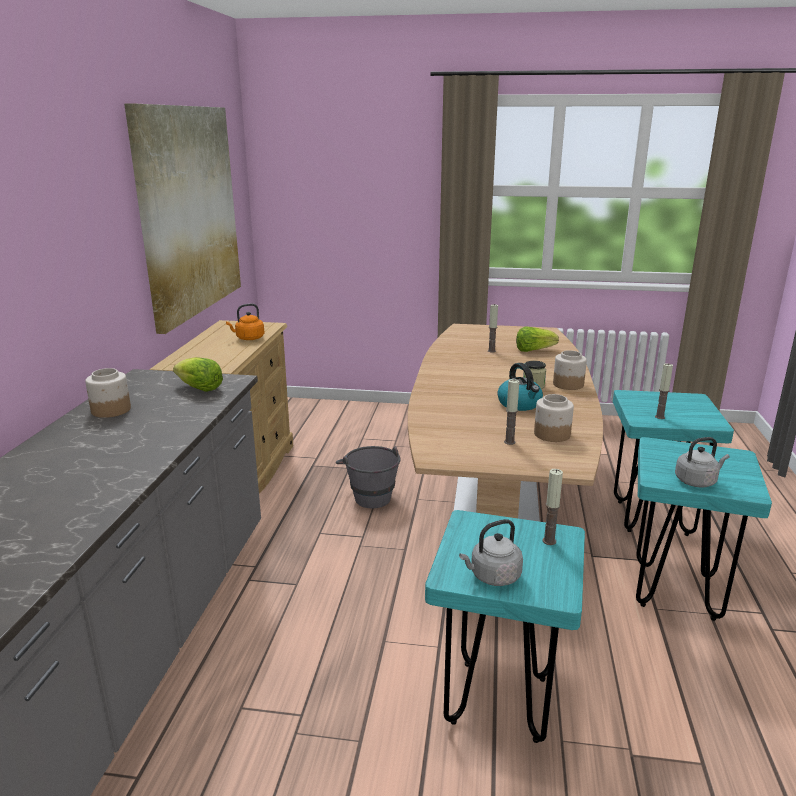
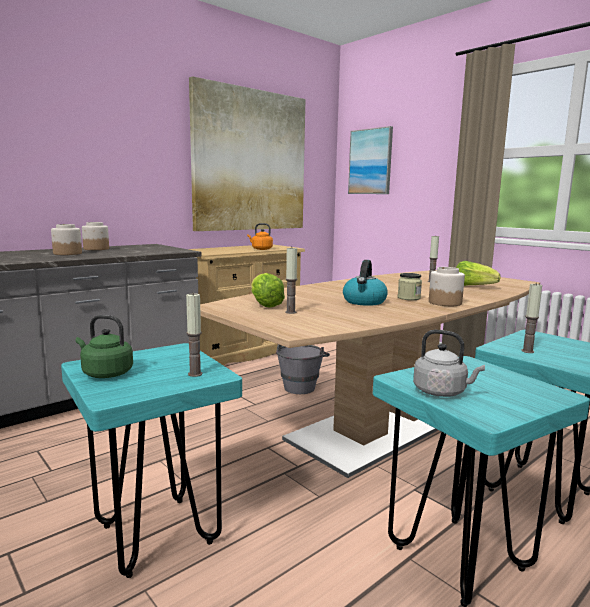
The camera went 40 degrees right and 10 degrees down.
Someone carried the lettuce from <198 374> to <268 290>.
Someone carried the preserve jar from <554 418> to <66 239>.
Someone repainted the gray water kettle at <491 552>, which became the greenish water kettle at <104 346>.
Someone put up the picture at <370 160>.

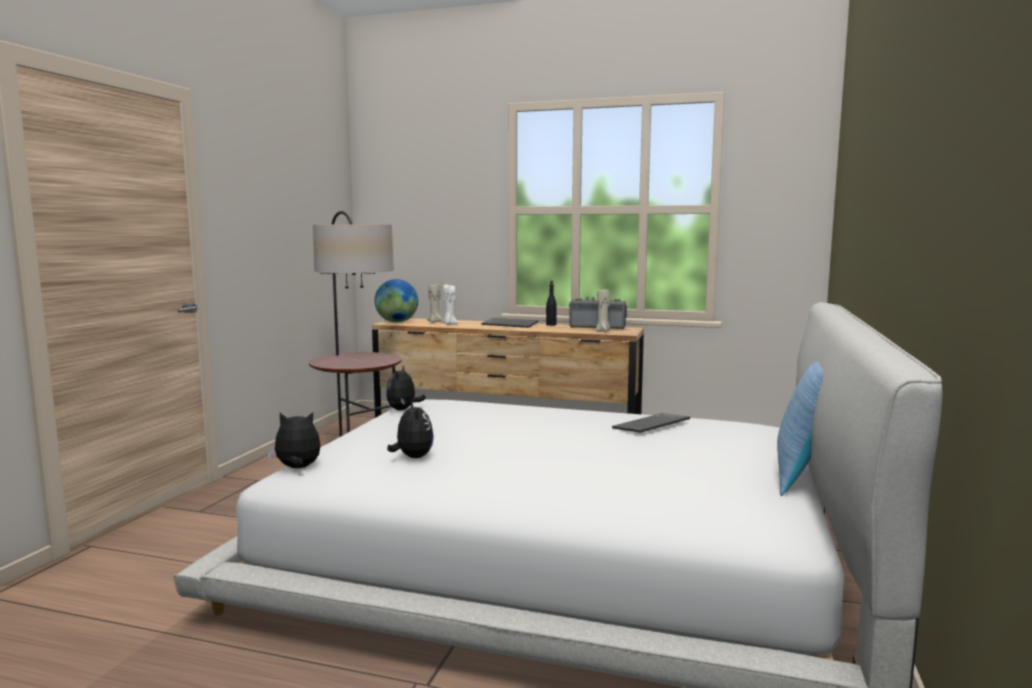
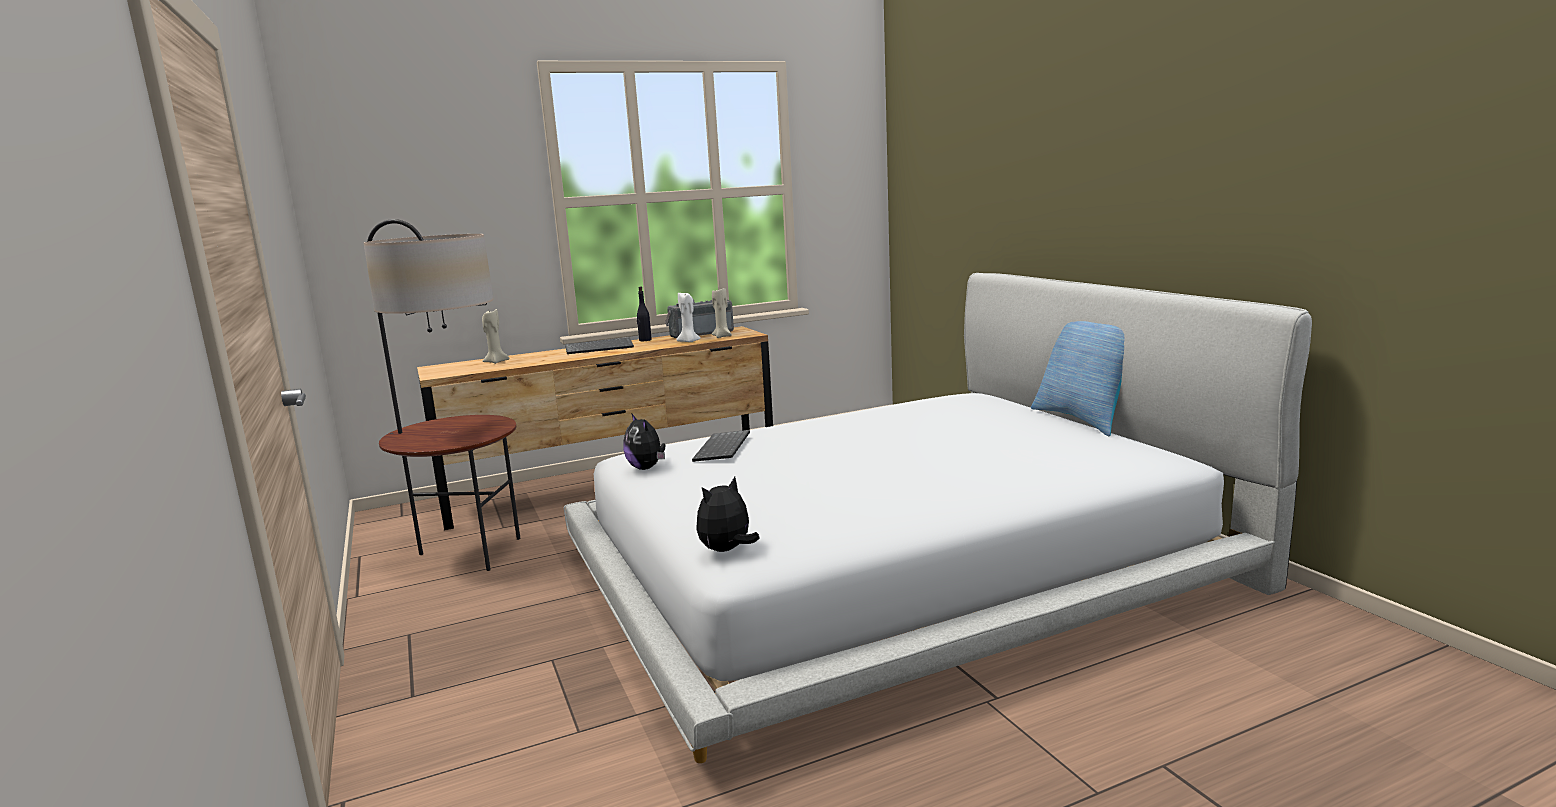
The camera went 40 degrees left and 5 degrees up.
Someone took away the world globe at <396 300>.
Someone carried the whitish wax candle from <450 304> to <688 317>.
Someone took away the plush toy at <410 429>.
Someone carried the keyboard from <651 423> to <721 446>.

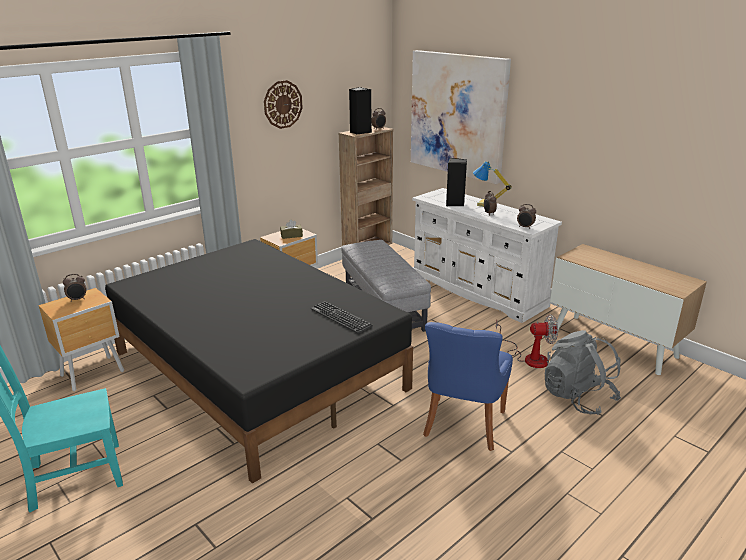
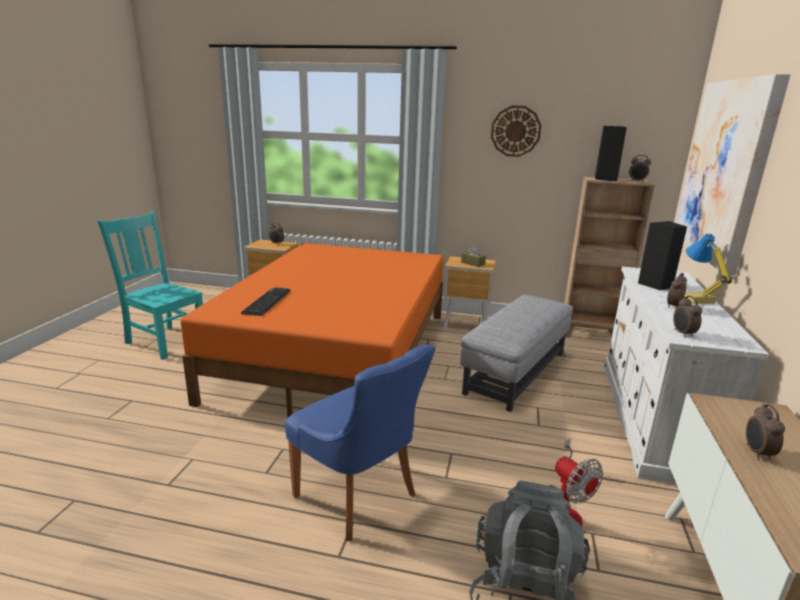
The camera went 55 degrees right and 5 degrees down.
Someone repainted the blackish sleeping bed at <259 361>, which became the orangey sleeping bed at <311 330>.
Someone carried the keyboard from <342 317> to <266 301>.
Someone rotated the blue-coloured upright chair at <468 386> by 120 degrees counterclockwise.
Someone put down the alarm clock at <765 432>.

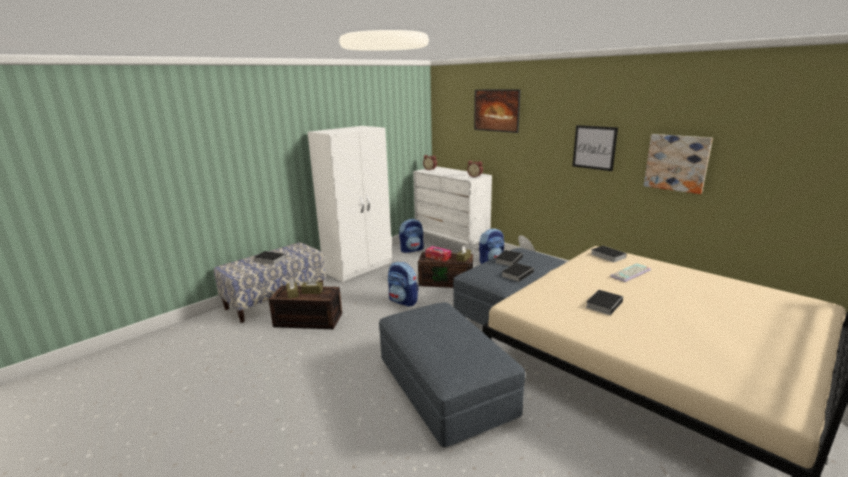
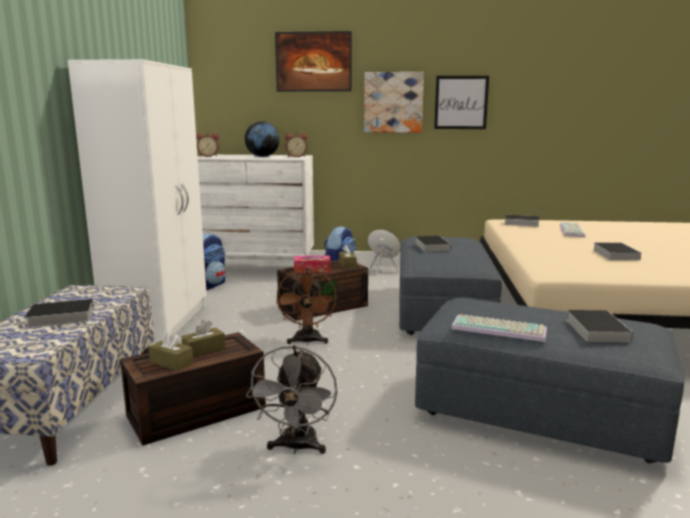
The camera went 40 degrees left and 5 degrees down.
Someone carried the picture from <678 164> to <394 102>.
Someone swapped the rucksack at <403 284> for the brownish electric fan at <306 306>.
Someone carried the bound book from <518 272> to <600 326>.
Someone put down the world globe at <262 139>.
Someone put down the keyboard at <499 328>.
Someone put down the gray electric fan at <291 399>.

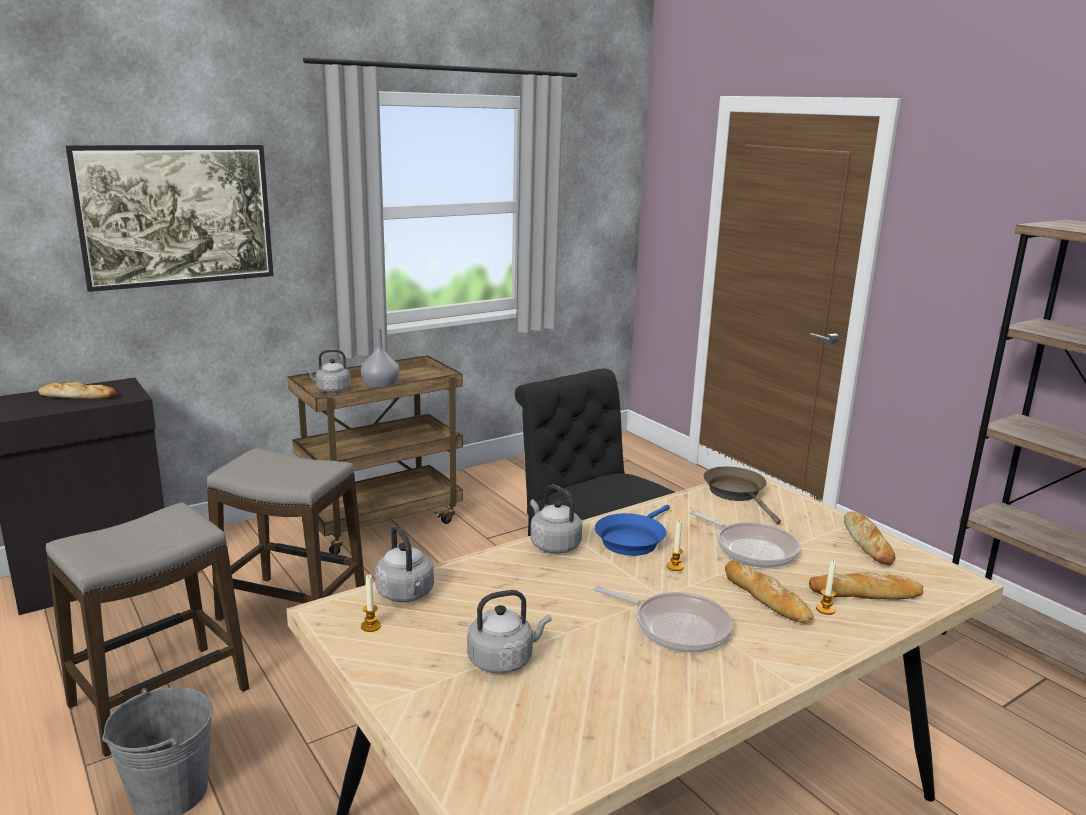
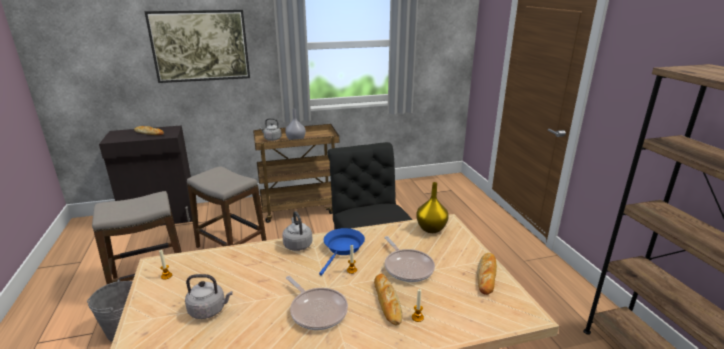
The camera went 20 degrees right and 5 degrees up.
Someone swapped the brownish skillet at <742 495> for the yellow-coloured decorative vase at <432 207>.
Someone rotated the blue-coloured skillet at <632 530> by 150 degrees clockwise.
Someone took away the gray water kettle at <404 563>.
Someone took away the bakery bread at <866 586>.

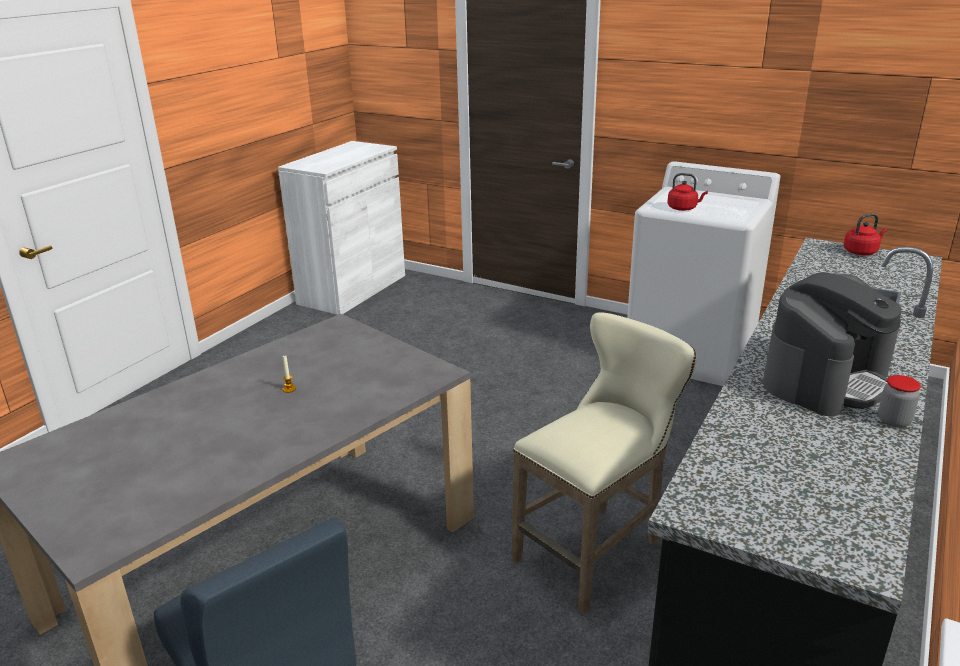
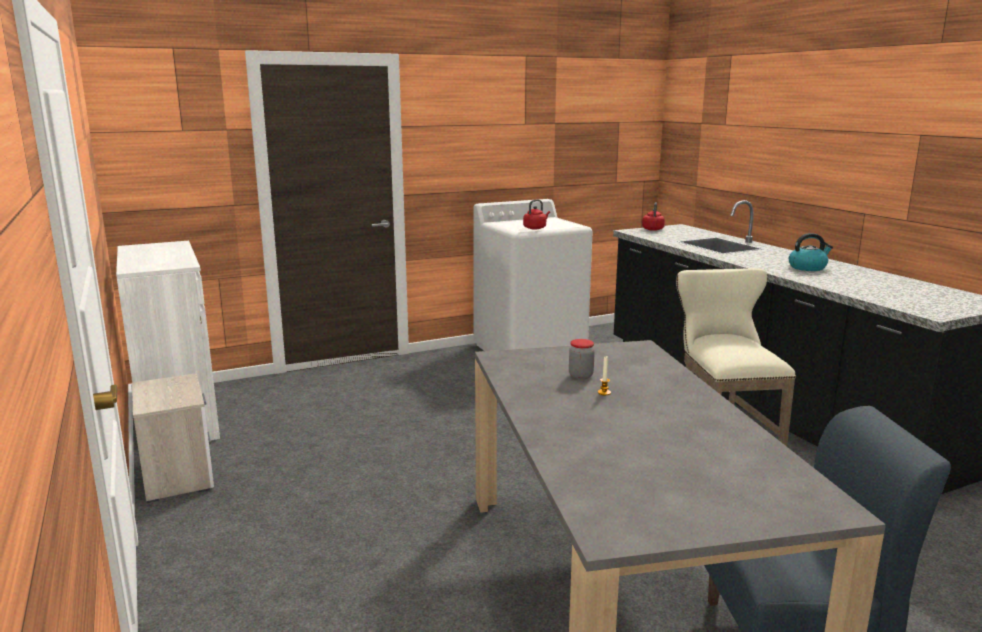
The camera went 55 degrees left and 10 degrees down.
Someone swapped the coffee brewer at <832 344> for the water kettle at <811 252>.
Someone carried the preserve jar from <899 401> to <582 359>.
Someone put down the nightstand at <173 438>.

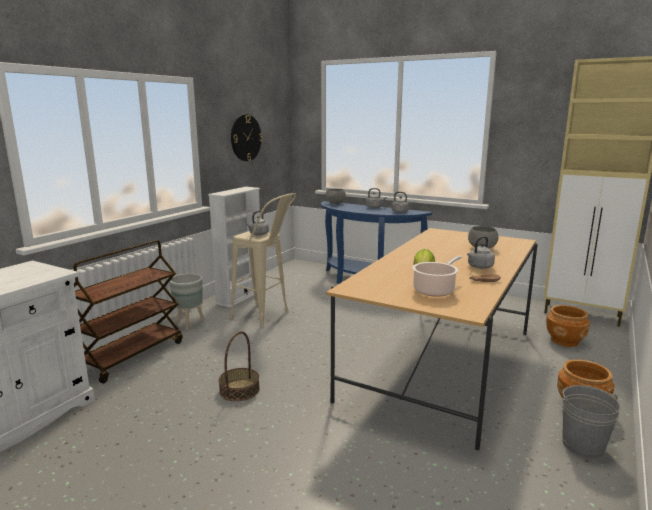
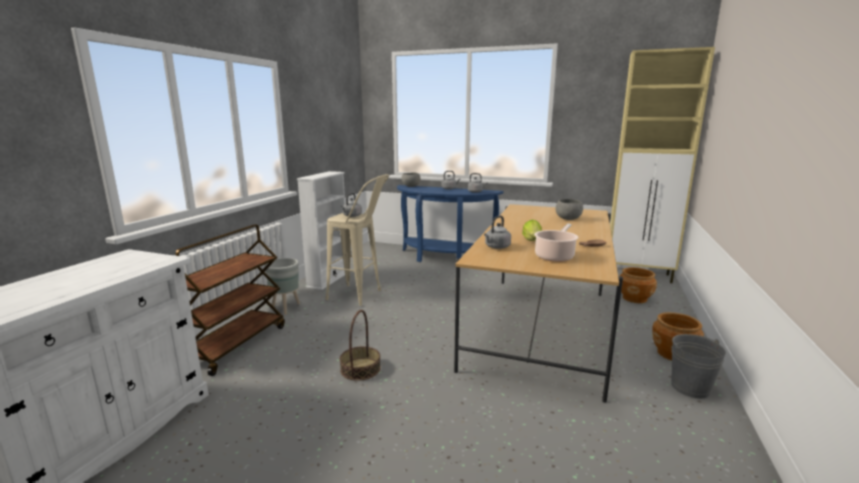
The camera went 10 degrees left and 0 degrees up.
Someone took away the wall clock at <247 137>.
Someone carried the gray water kettle from <481 252> to <497 232>.

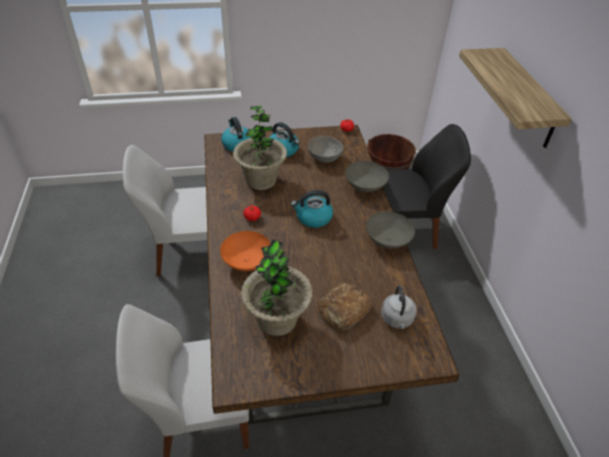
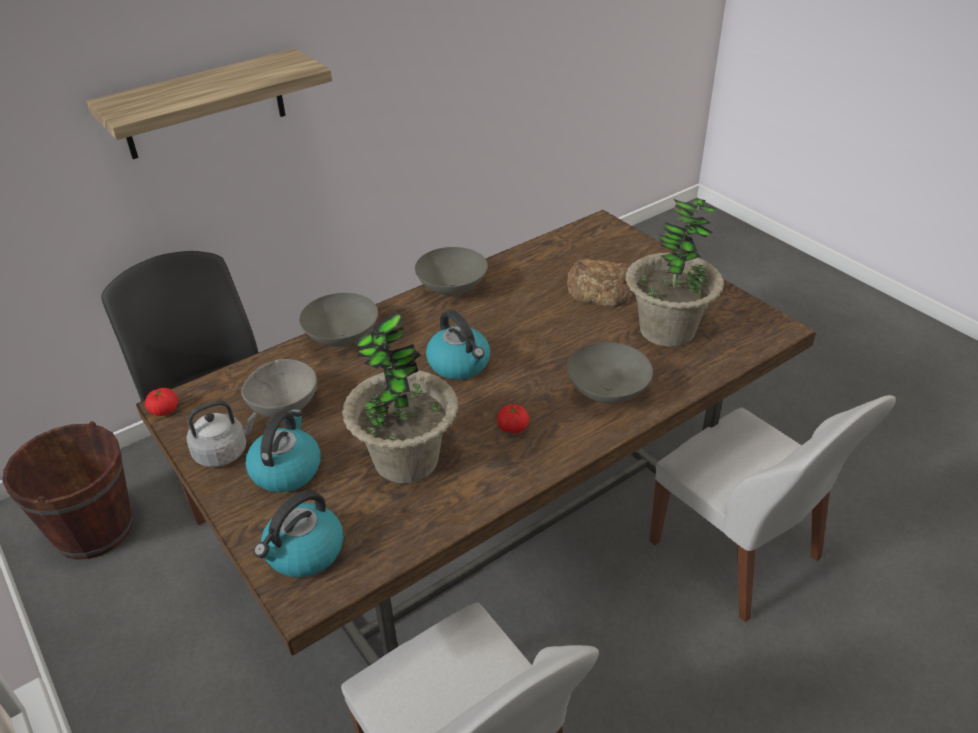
The camera went 115 degrees left and 5 degrees down.
Someone repainted the orangey deep dish at <245 251>, which became the gray deep dish at <610 372>.
Someone carried the gray water kettle from <399 307> to <222 433>.

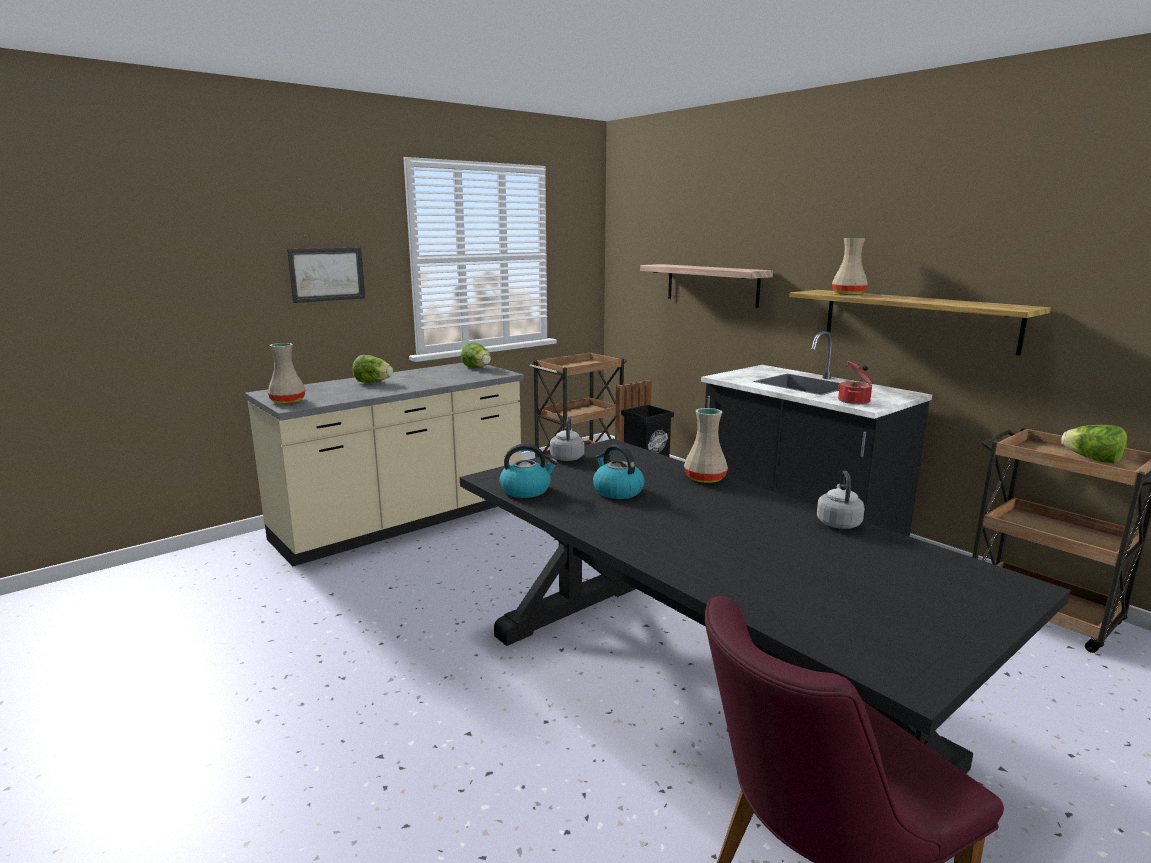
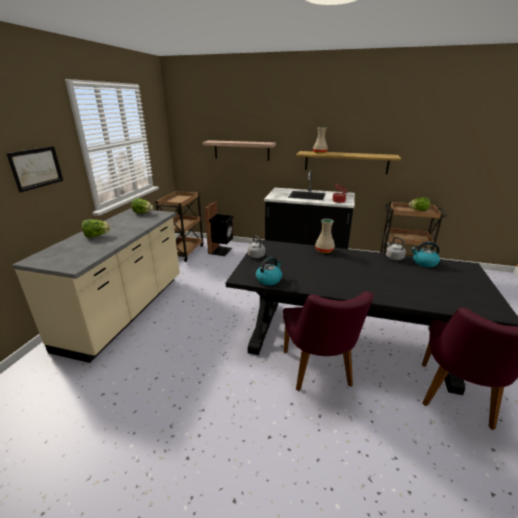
The camera went 35 degrees left and 10 degrees up.
Someone took away the beige-coloured decorative vase at <286 373>.
Someone carried the water kettle from <619 471> to <425 254>.
Someone put down the purplish upright chair at <328 341>.

